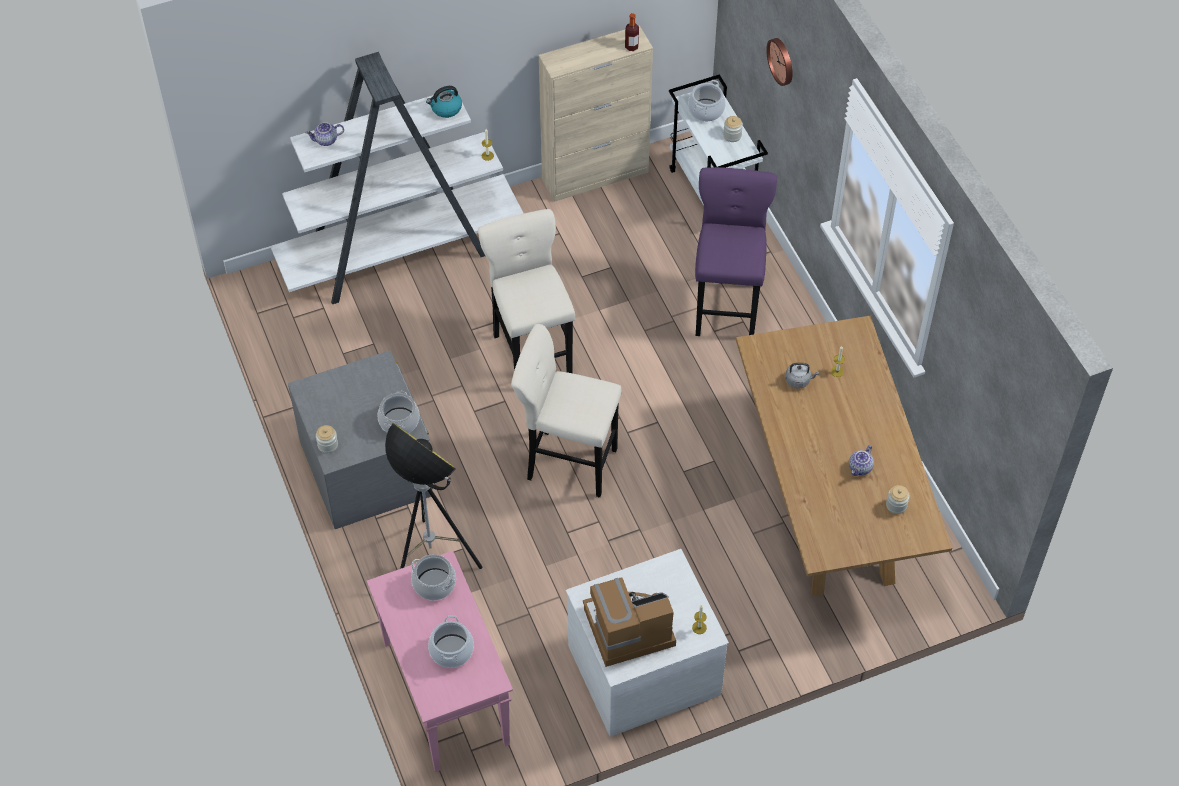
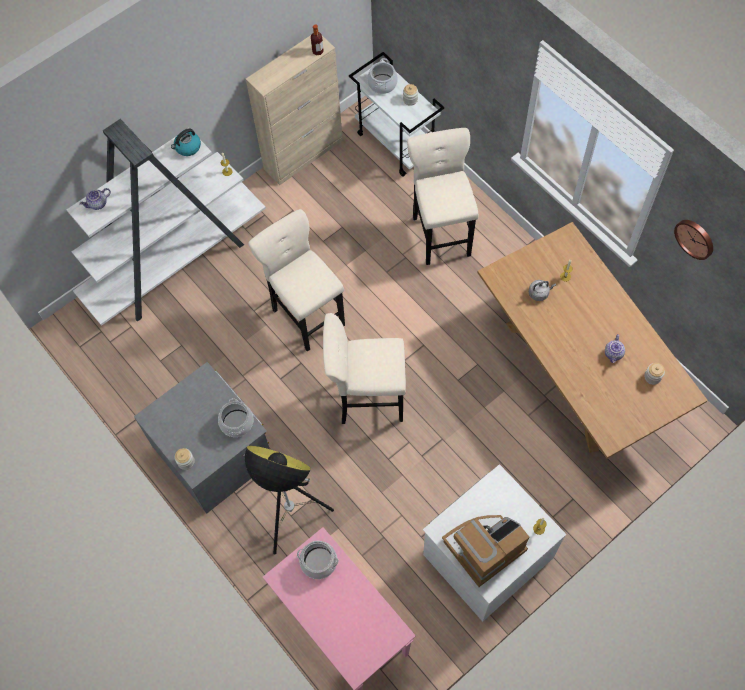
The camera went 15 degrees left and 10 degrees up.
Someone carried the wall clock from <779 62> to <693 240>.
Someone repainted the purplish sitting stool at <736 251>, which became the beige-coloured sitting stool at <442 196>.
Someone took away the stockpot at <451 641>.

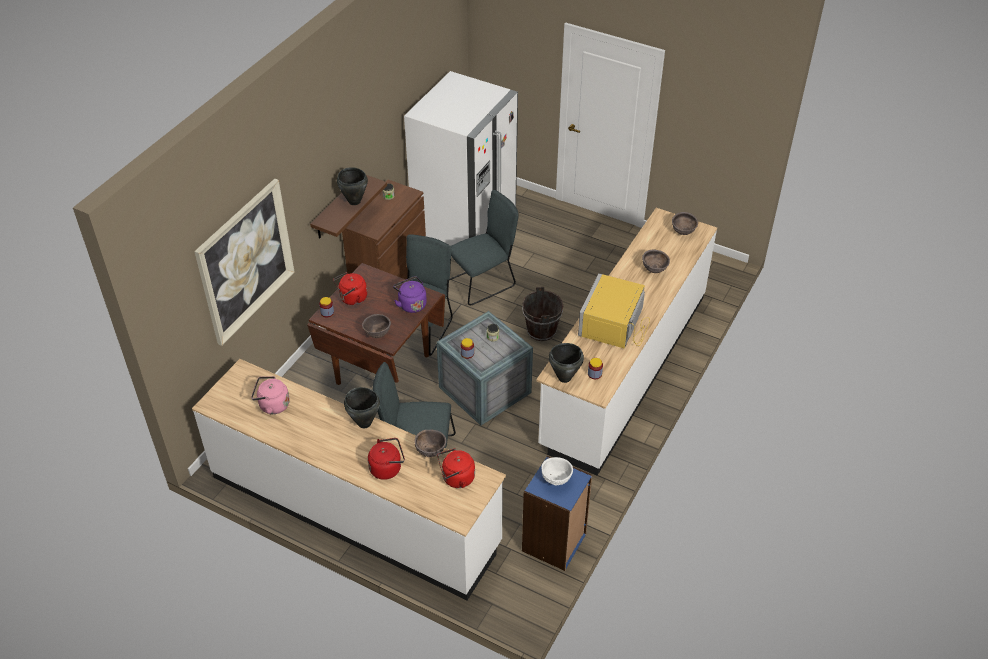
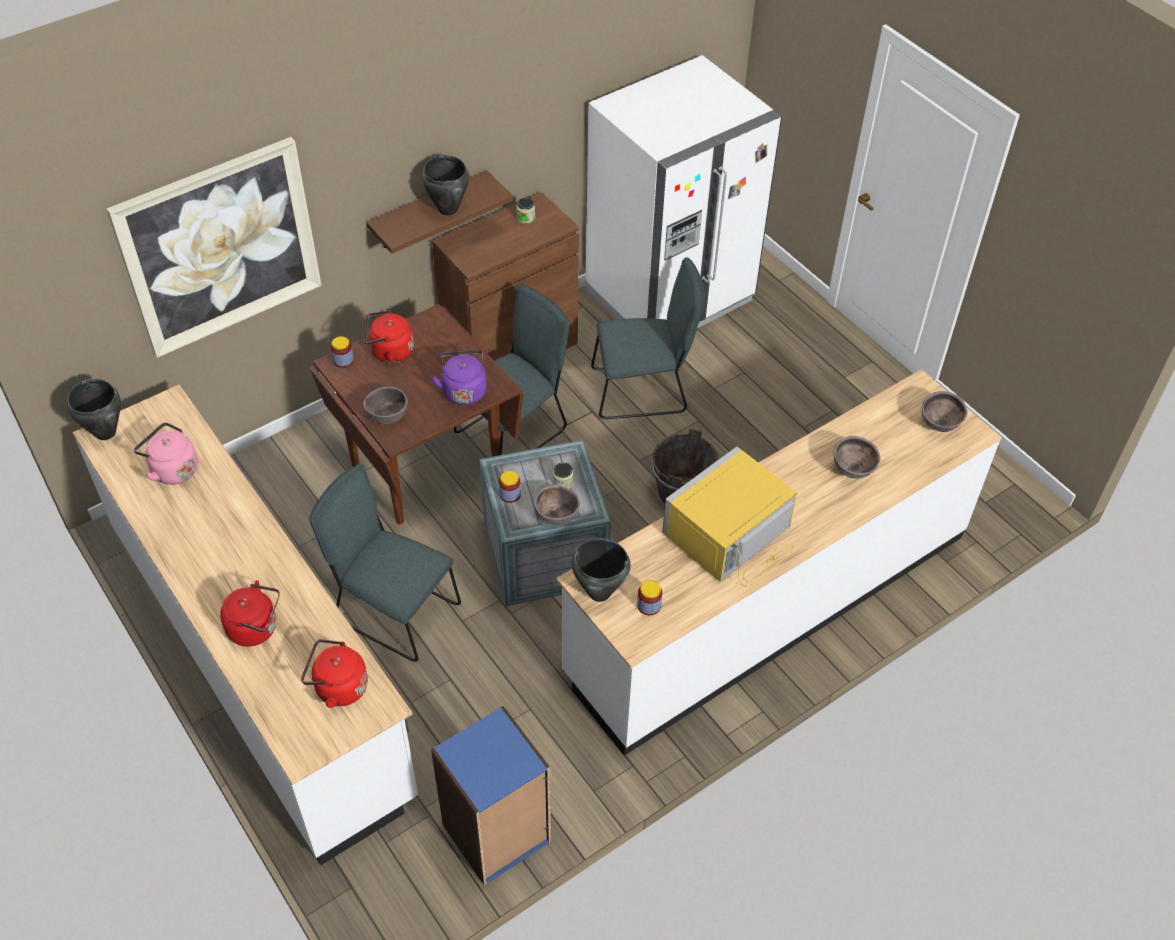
The camera went 25 degrees right and 5 degrees up.
Someone carried the blackish stockpot from <362 407> to <94 409>.
Someone carried the brownish deep dish from <430 443> to <557 505>.
Someone took away the whitish deep dish at <557 471>.

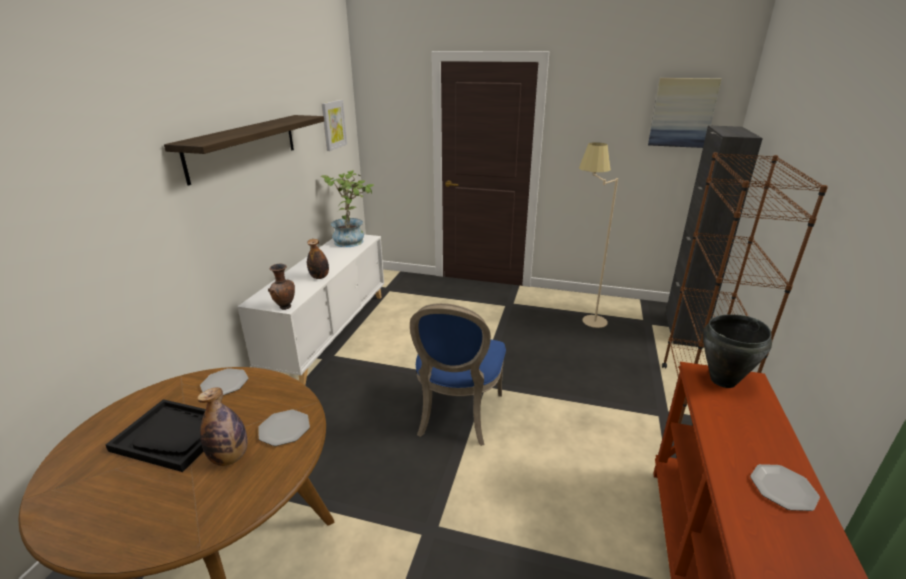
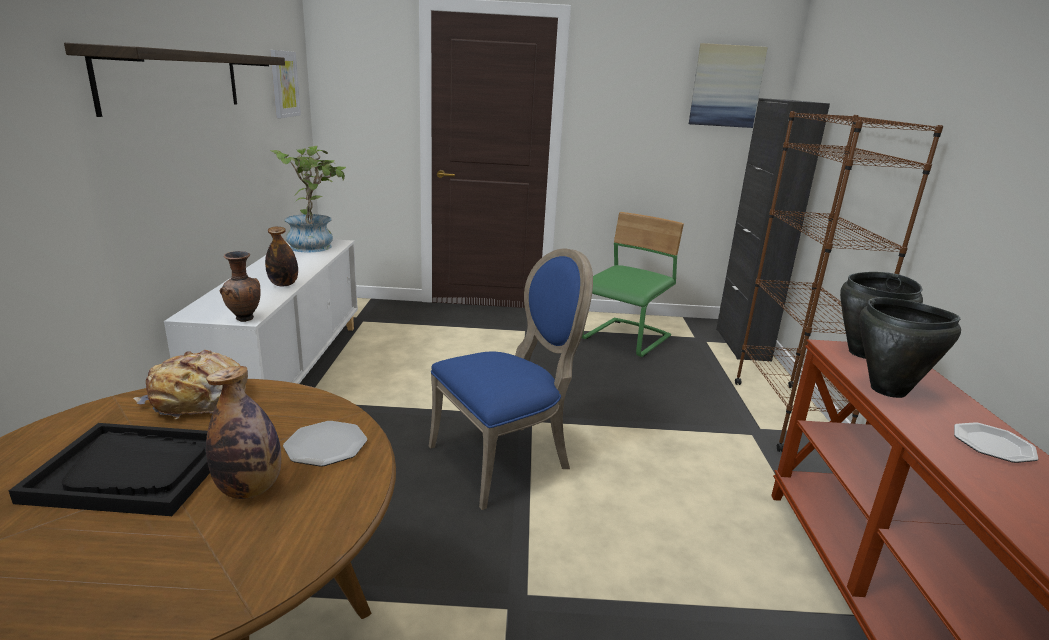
The camera went 15 degrees left and 5 degrees down.
Someone swapped the beige-coloured standard lamp at <598 235> for the greenish upright chair at <633 284>.
Someone rotated the blue-coloured upright chair at <458 374> by 120 degrees counterclockwise.
Someone swapped the dinner plate at <224 381> for the bakery bread at <189 384>.
Someone put down the blackish stockpot at <910 347>.

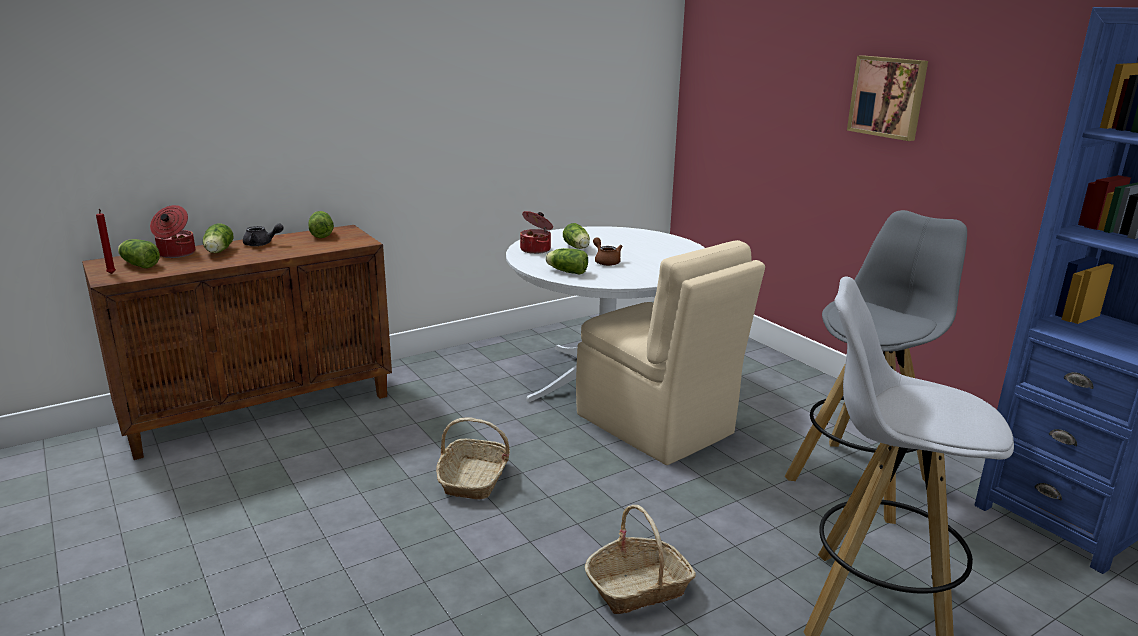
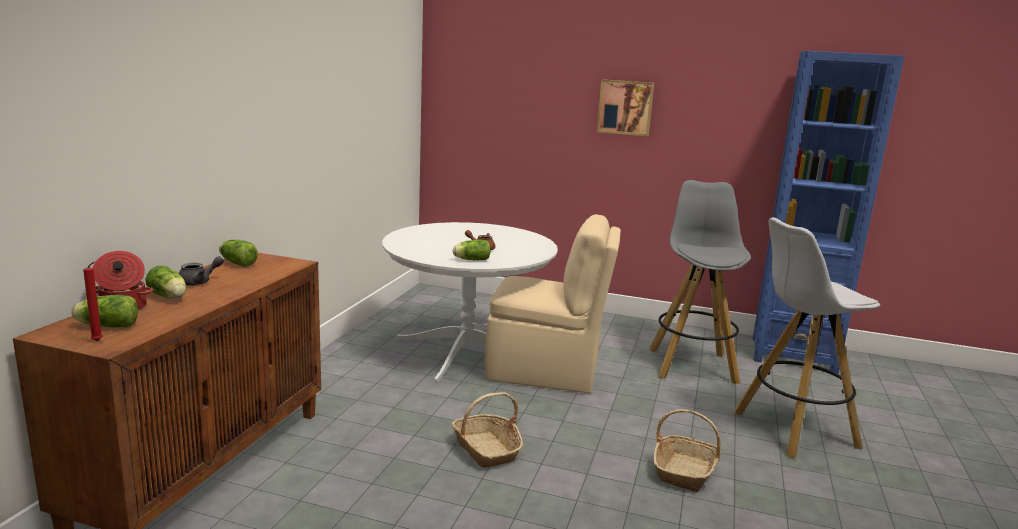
The camera went 40 degrees left and 5 degrees down.
Someone took away the stockpot at <536 232>.
Someone took away the lettuce at <576 236>.

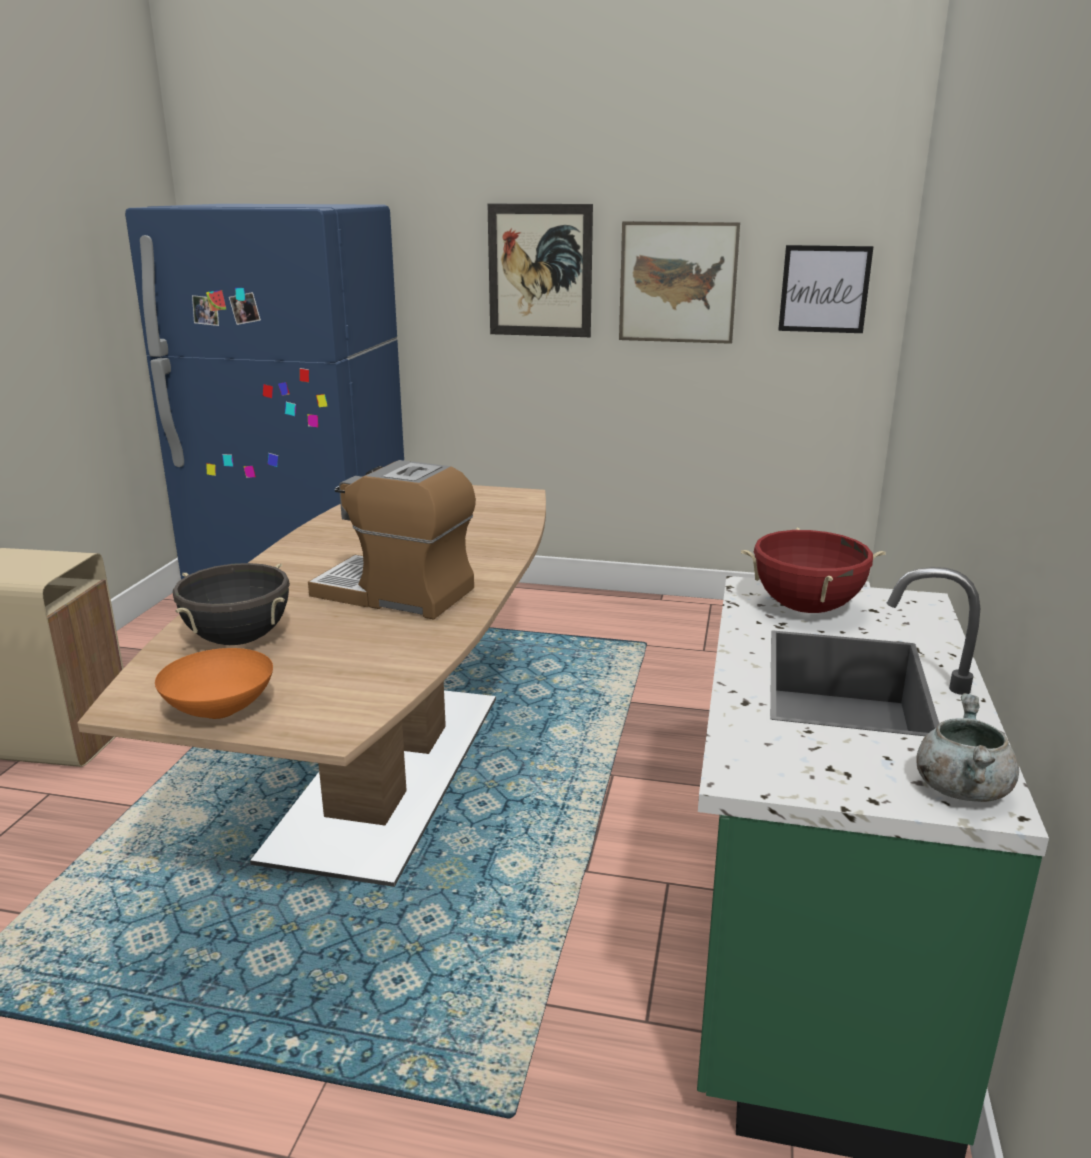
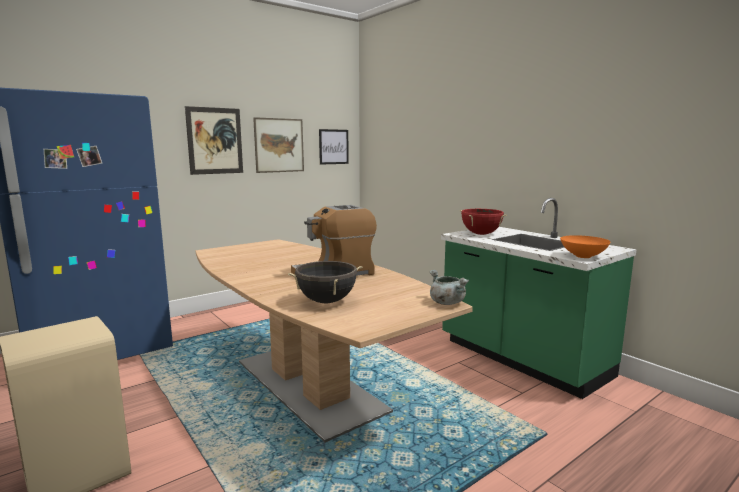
The camera went 50 degrees left and 10 degrees down.
Someone carried the orangey deep dish from <214 683> to <585 246>.
Someone carried the gray stockpot from <967 747> to <449 287>.

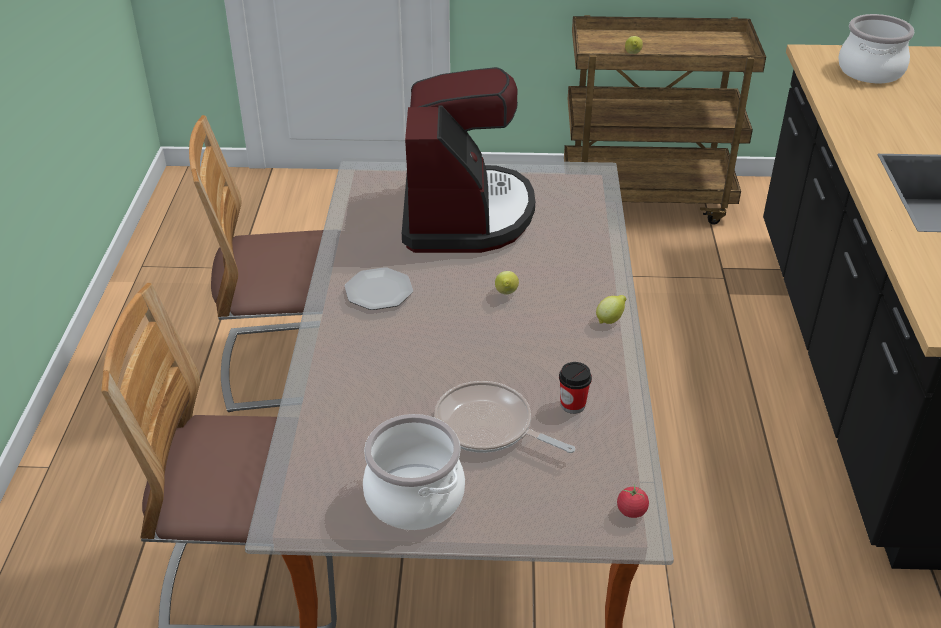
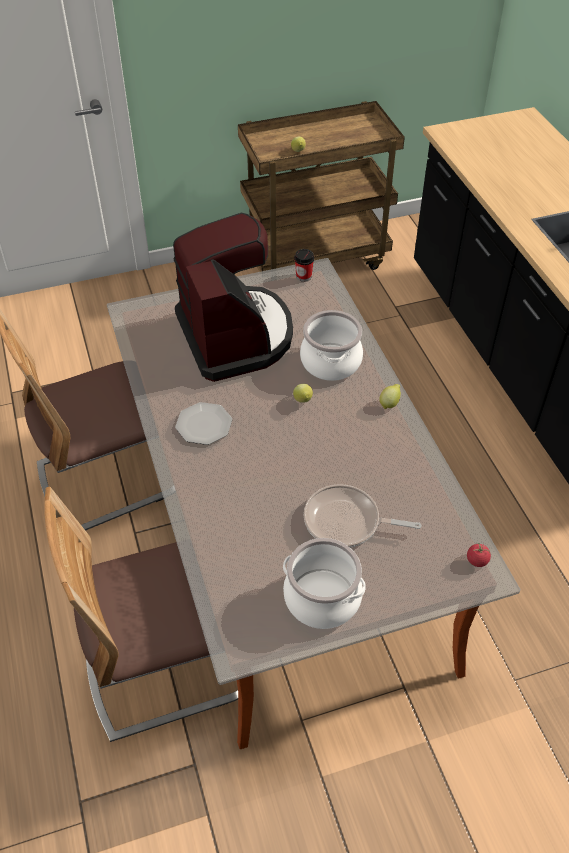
The camera went 20 degrees left and 10 degrees up.
Someone carried the stockpot from <876 48> to <331 345>.
Someone carried the cup from <575 388> to <304 265>.

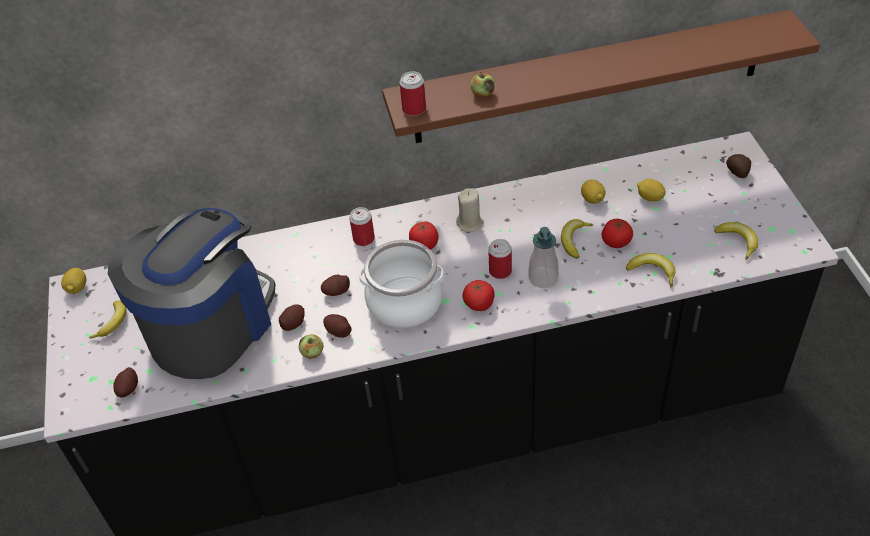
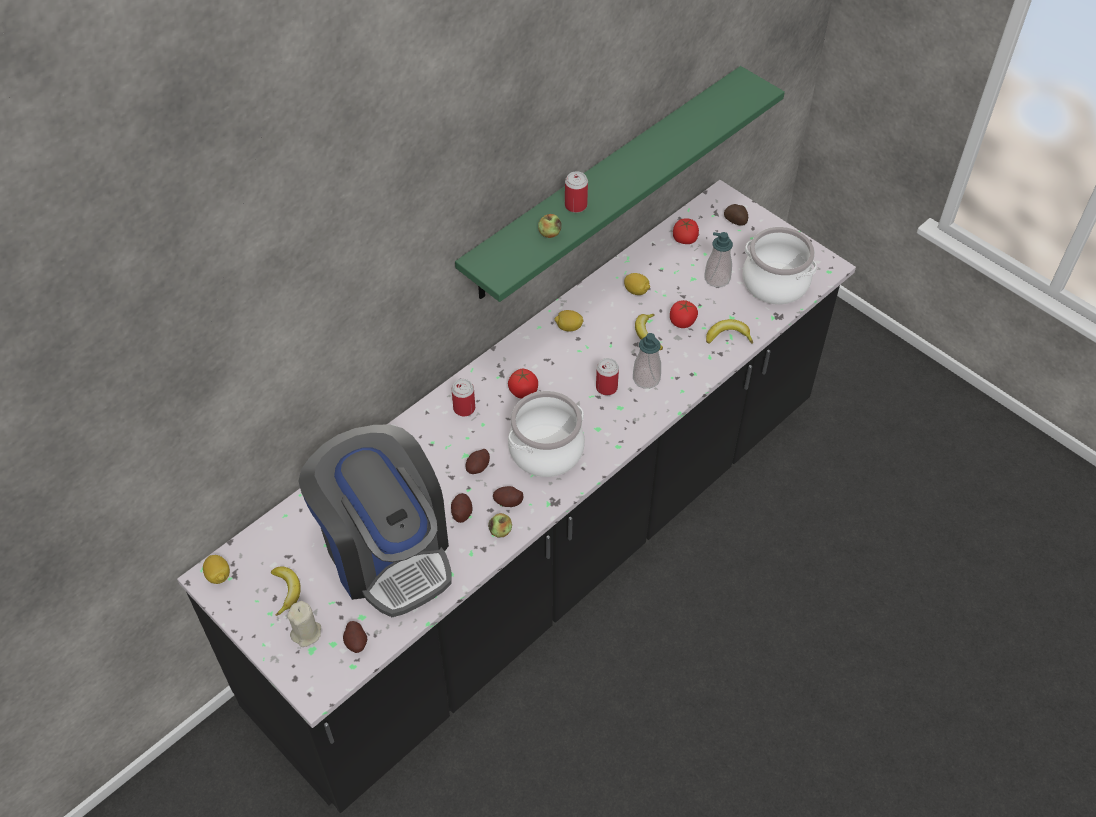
The camera went 35 degrees left and 5 degrees up.
Someone repainted the brownish wall shelf at <601 76>, which became the greenish wall shelf at <620 184>.
Someone carried the can from <412 93> to <576 192>.
Someone carried the whole lemon from <651 190> to <569 320>.
Someone carried the beige-coloured wax candle from <470 210> to <304 624>.
Someone rotated the coffee brewer at <192 293> by 150 degrees clockwise.
Someone swapped the whole banana at <736 241> for the stockpot at <779 266>.
Someone carried the whole tomato from <479 295> to <686 231>.
Someone put down the liquid soap bottle at <718 259>.

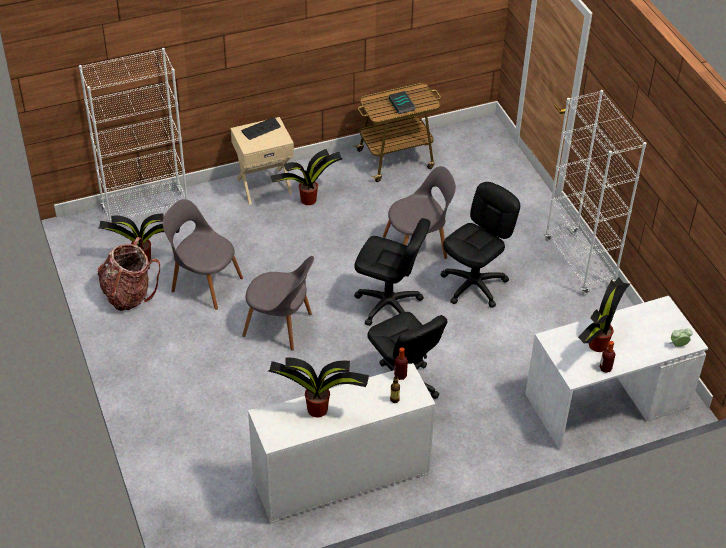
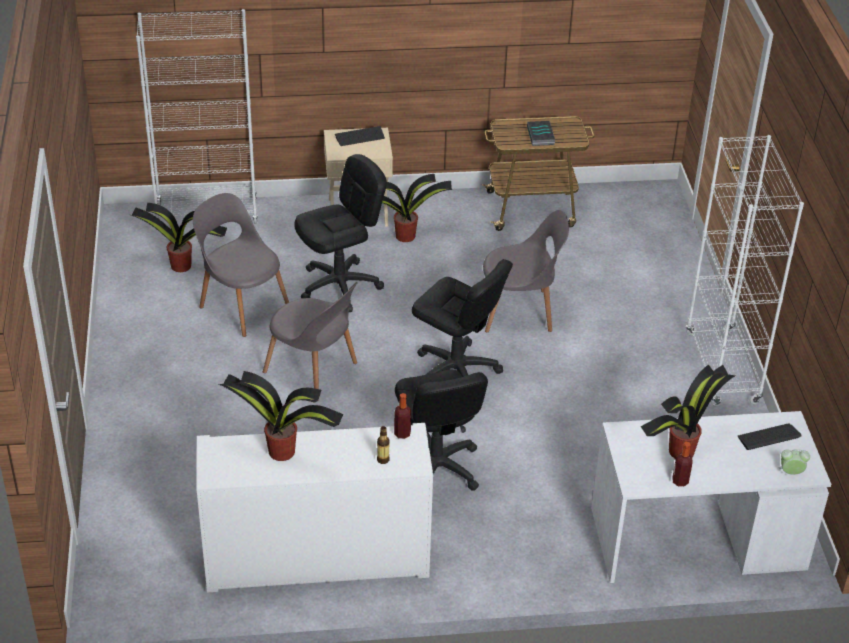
The camera went 15 degrees right and 5 degrees down.
Someone carried the blackish computer chair from <480 245> to <340 233>.
Someone took away the rucksack at <128 274>.
Someone put down the keyboard at <769 436>.

